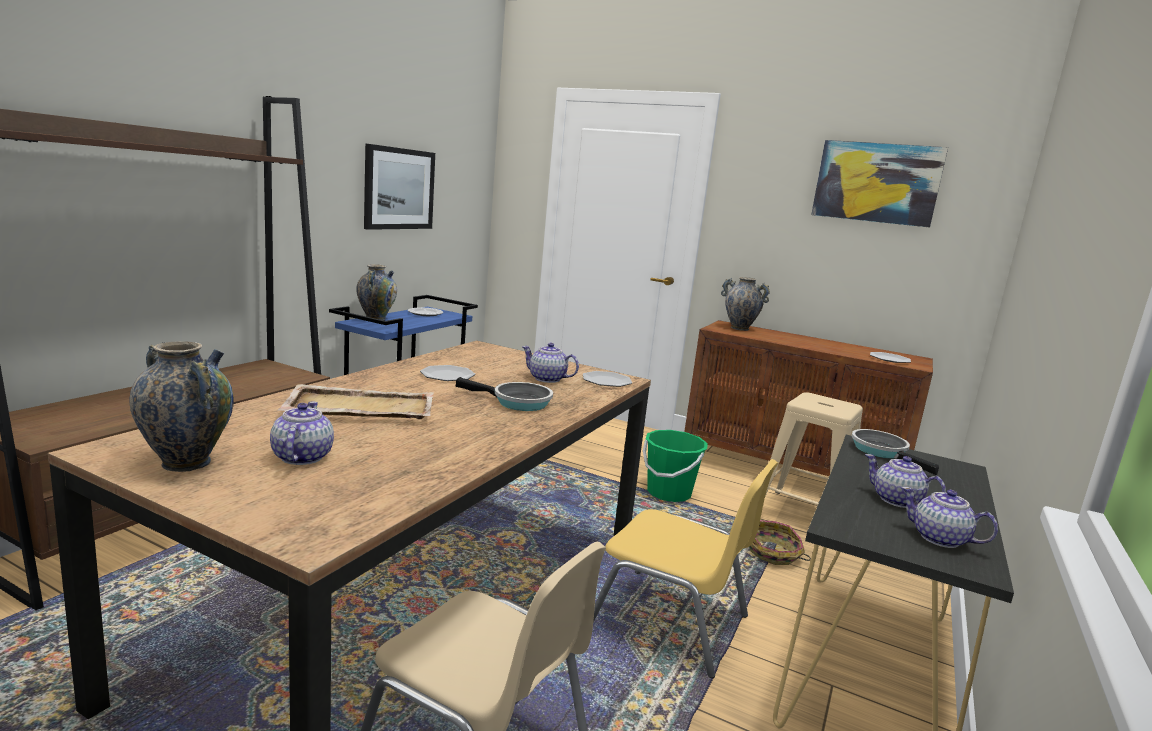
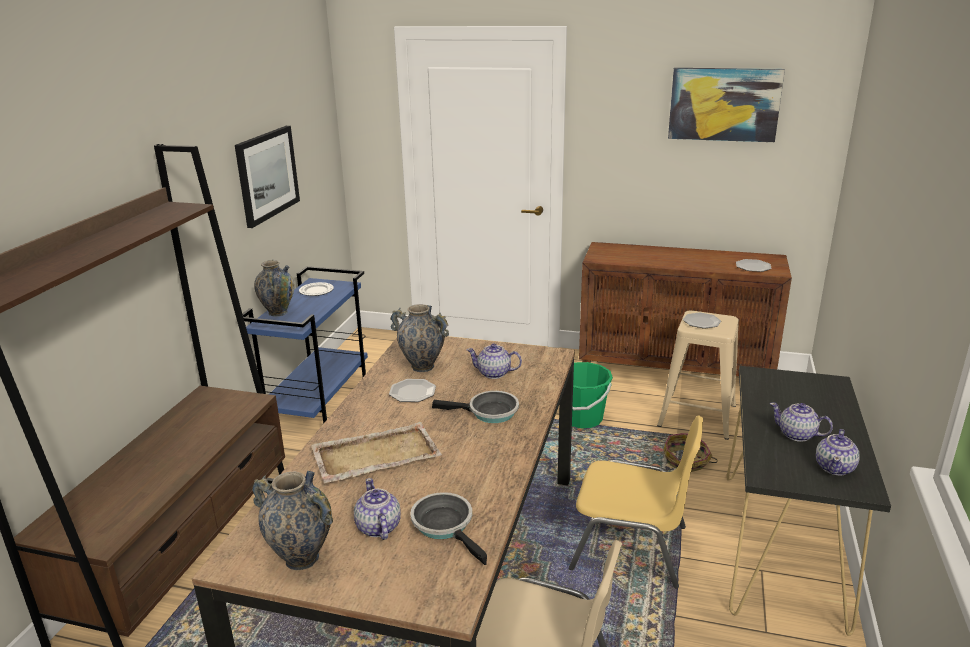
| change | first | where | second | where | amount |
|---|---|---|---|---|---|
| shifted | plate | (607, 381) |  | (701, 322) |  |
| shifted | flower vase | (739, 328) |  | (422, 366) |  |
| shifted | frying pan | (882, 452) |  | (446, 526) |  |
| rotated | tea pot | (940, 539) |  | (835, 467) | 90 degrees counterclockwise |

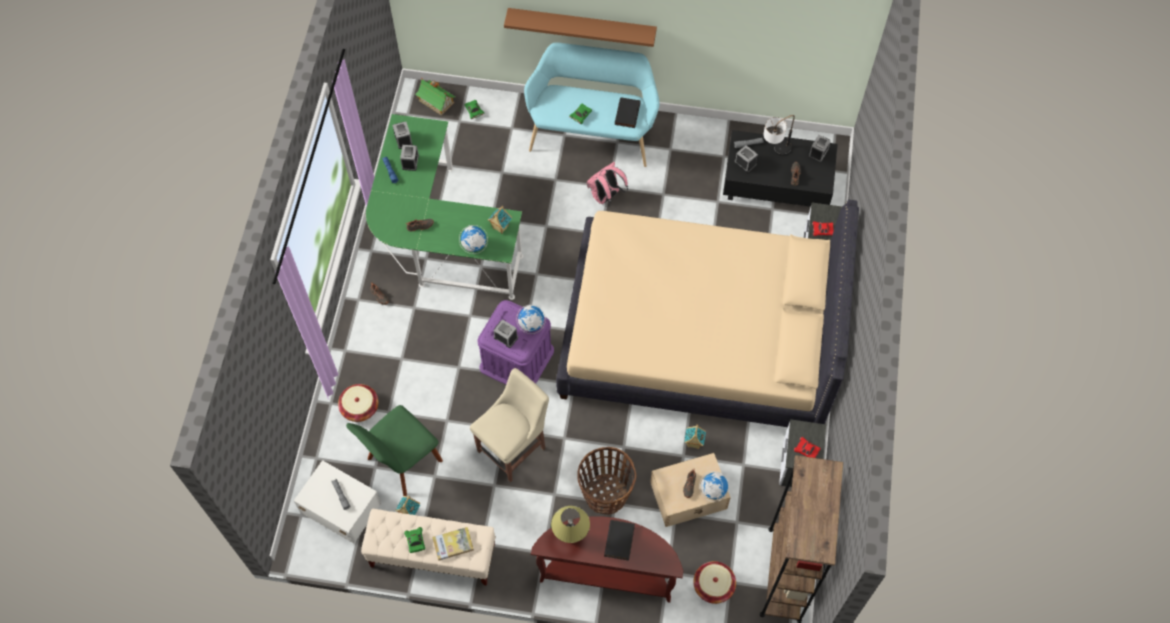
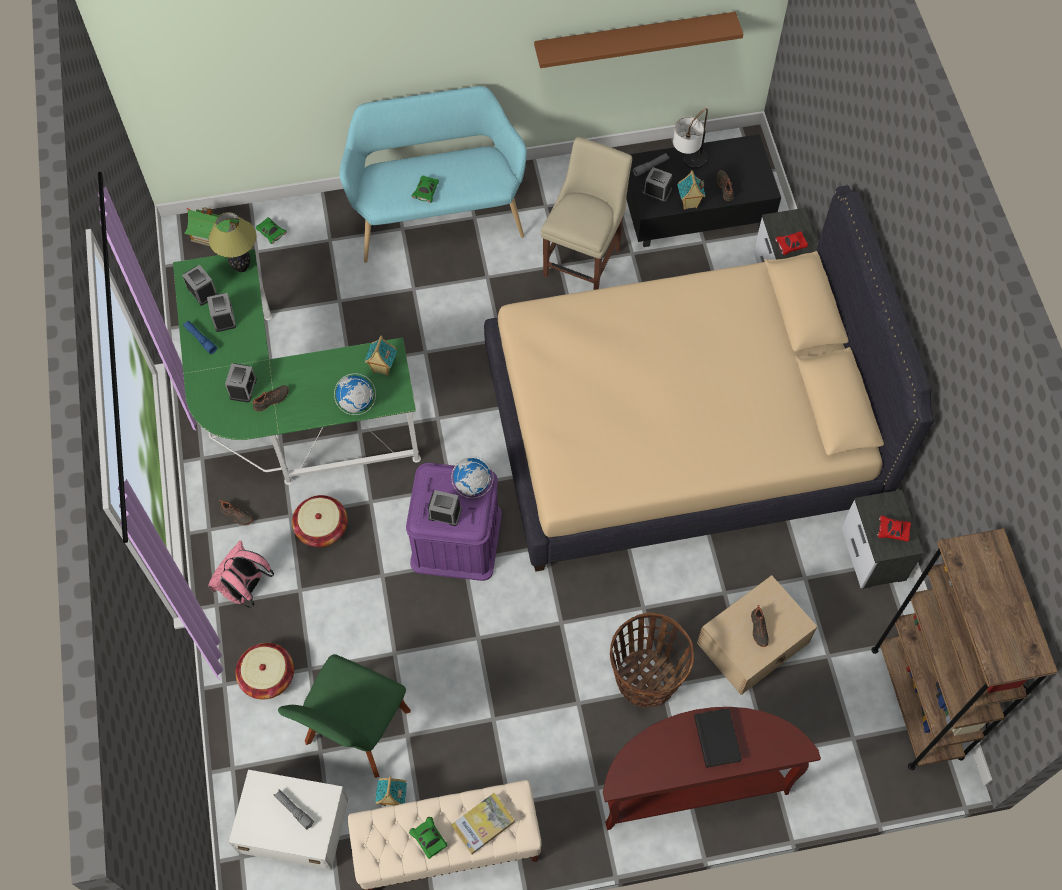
| change | first | where | second | where | amount |
|---|---|---|---|---|---|
| gone | black-coloured volume | (626, 113) |  |  |  |
| gone | globe | (712, 490) |  |  |  |
| shifted | beige-coloured plain chair | (514, 447) |  | (584, 259) |  |
| shifted | brownish shelf | (582, 25) |  | (634, 38) |  |
| shifted | lamp for a table | (571, 537) |  | (241, 267) |  |
| shifted | pinkish backpack | (606, 196) |  | (246, 589) |  |
| shifted | miniature house | (693, 443) |  | (689, 203) |  |
| shifted | basket | (713, 586) |  | (322, 528) |  |
| shifted | alarm clock | (818, 153) |  | (243, 388) |  |

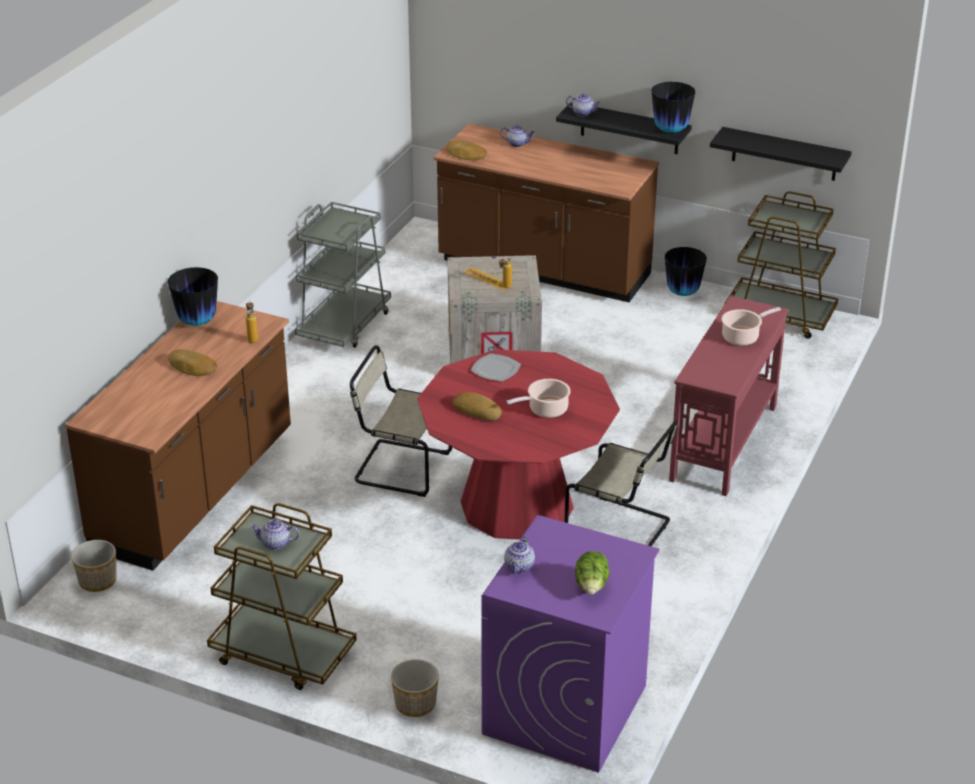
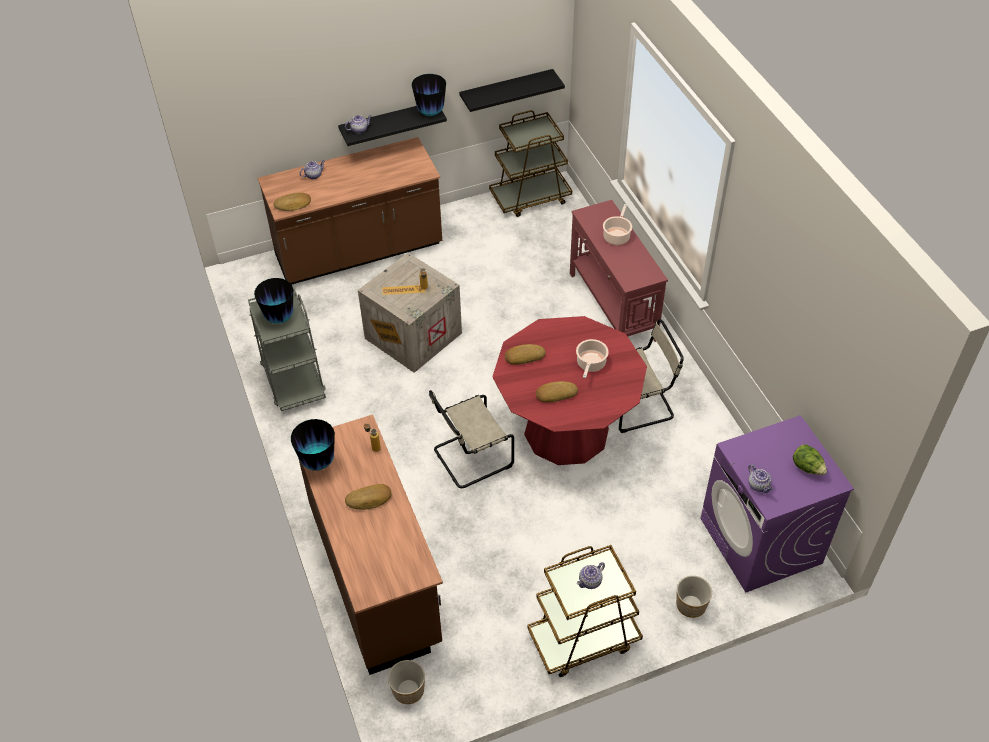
| change | first | where | second | where | amount |
|---|---|---|---|---|---|
| shifted | flower vase | (683, 293) |  | (279, 318) |  |
| swapped | plate | (495, 369) | baked bread | (524, 356) |  |

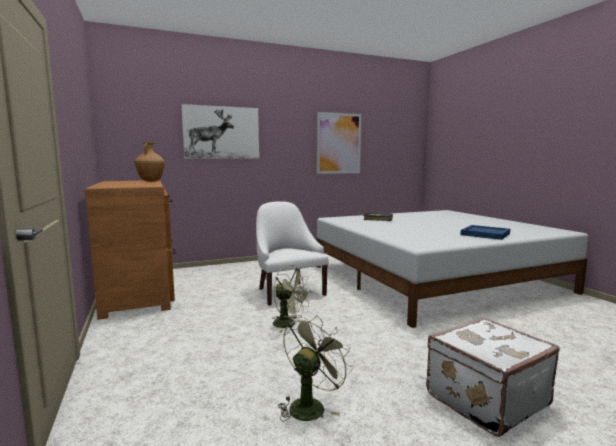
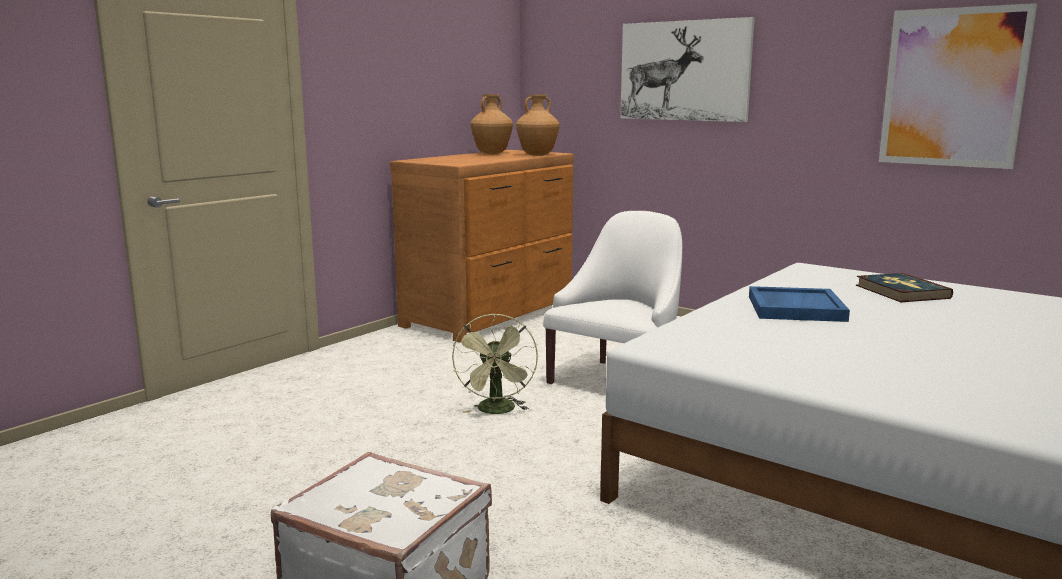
| change | first | where | second | where | amount |
|---|---|---|---|---|---|
| gone | green fan | (310, 405) |  |  |  |
| new |  |  | brownish flower vase | (492, 153) |  |
| shifted | bluish tray | (484, 234) |  | (794, 308) |  |

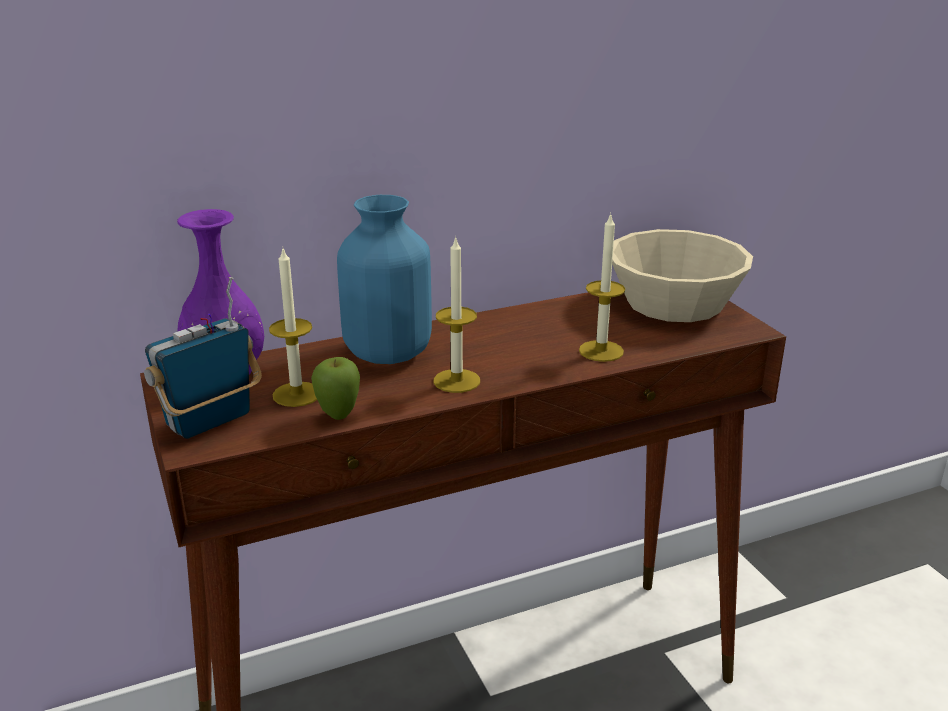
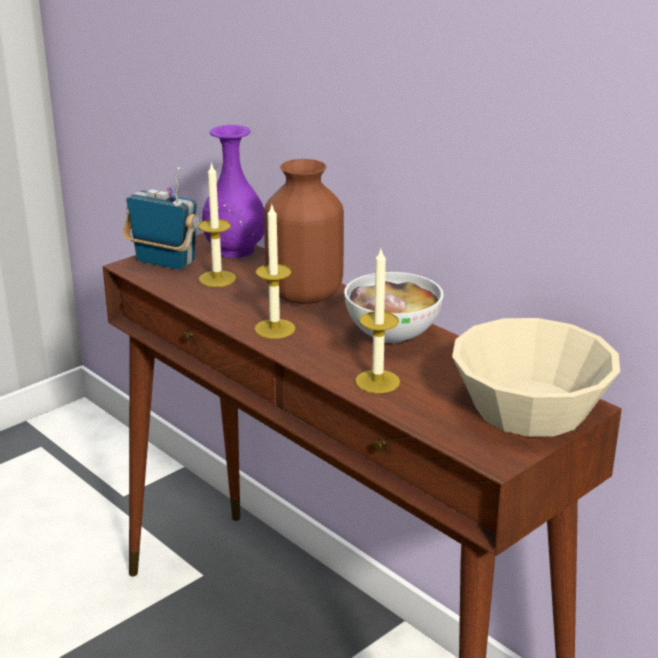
| change | first | where | second | where | amount |
|---|---|---|---|---|---|
| gone | whole apple | (338, 416) |  |  |  |
| new |  |  | deep dish | (392, 335) |  |
| repainted | bluish flower vase | (389, 353) | brownish flower vase | (304, 295) |  |

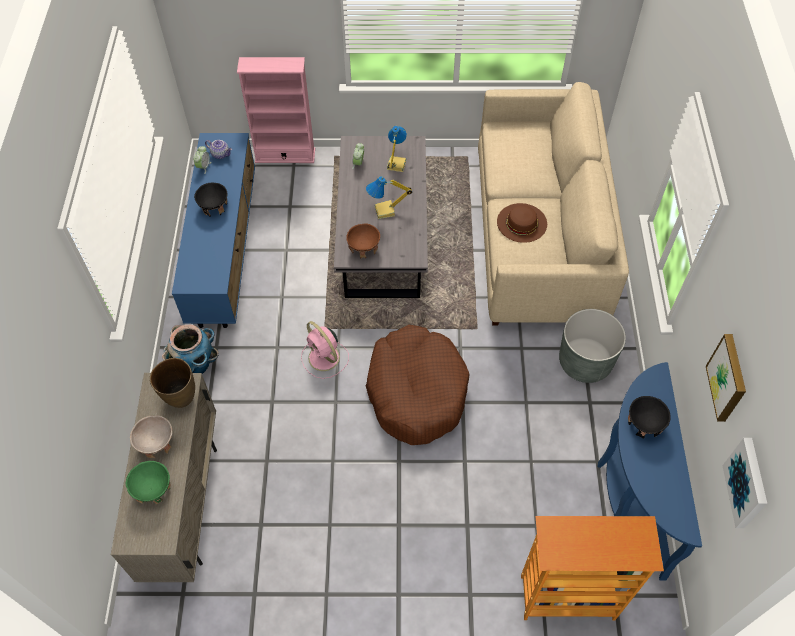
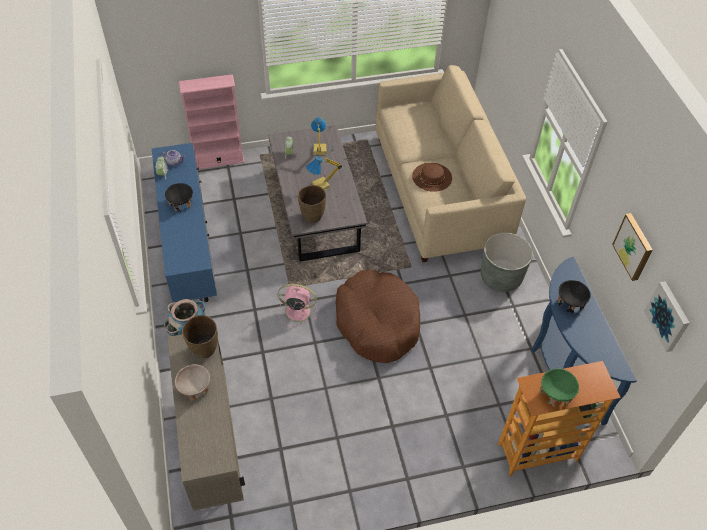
| change | first | where | second | where | amount |
|---|---|---|---|---|---|
| shifted | green deep dish | (153, 490) |  | (555, 394) |  |
| swapped | brownish deep dish | (364, 248) | brownish flower vase | (312, 216) |  |
| rotated | pinkish fan | (325, 358) |  | (296, 311) | 150 degrees clockwise |

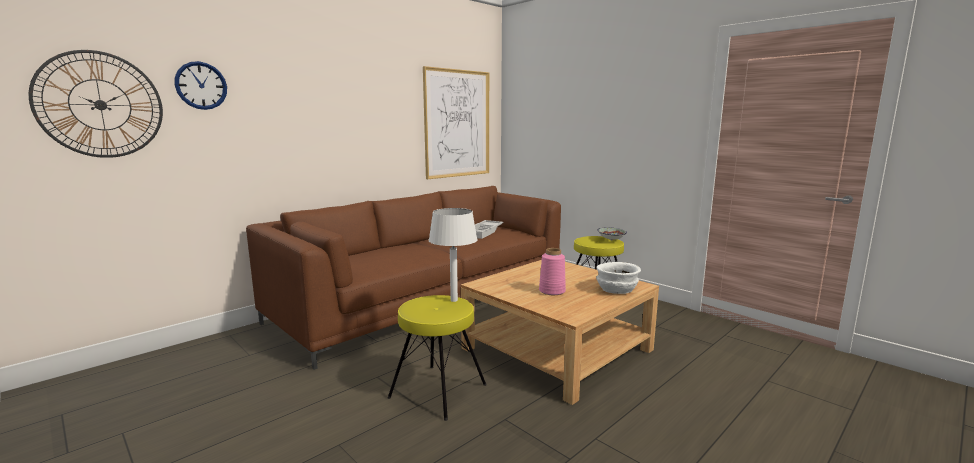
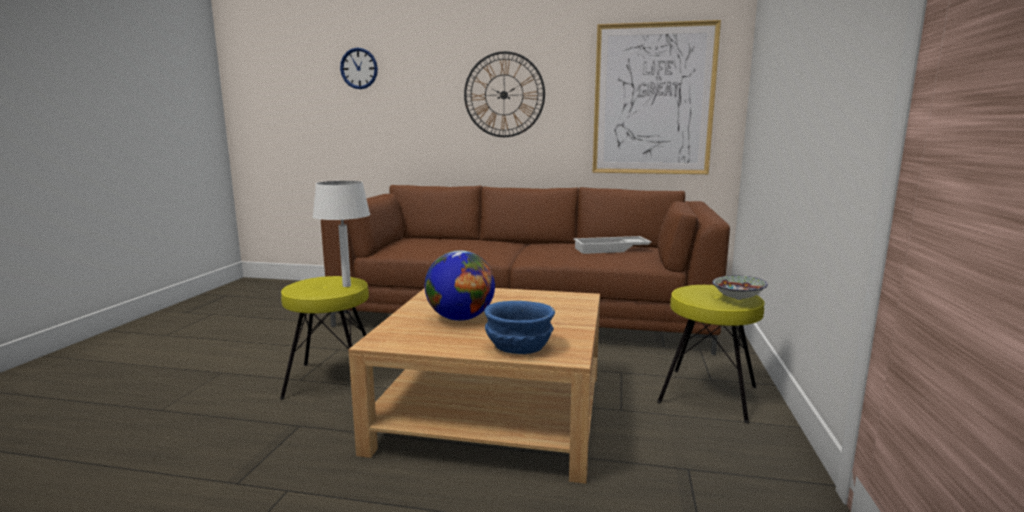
| change | first | where | second | where | amount |
|---|---|---|---|---|---|
| shifted | wall clock | (100, 105) |  | (504, 95) |  |
| swapped | pinkish flower vase | (552, 291) | globe | (460, 318) |  |
| repainted | white deep dish | (616, 290) | bluish deep dish | (518, 346) |  |

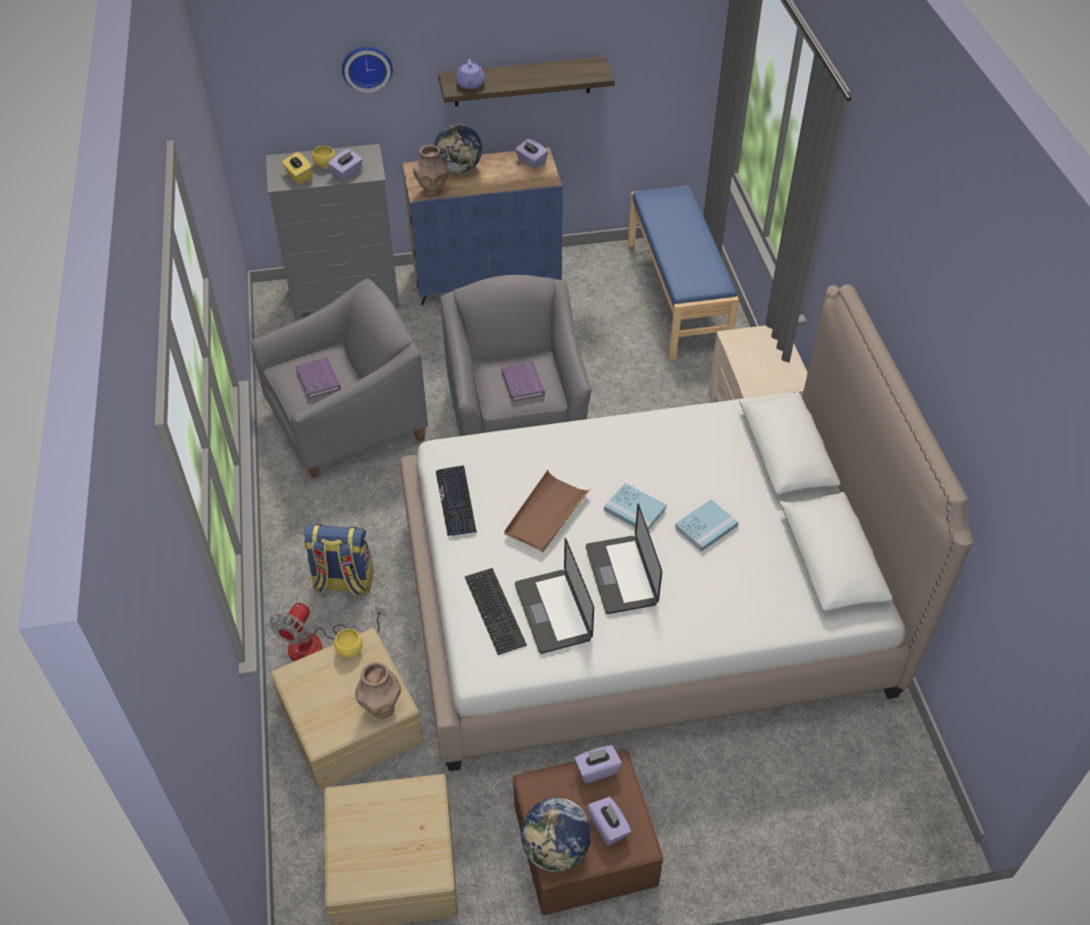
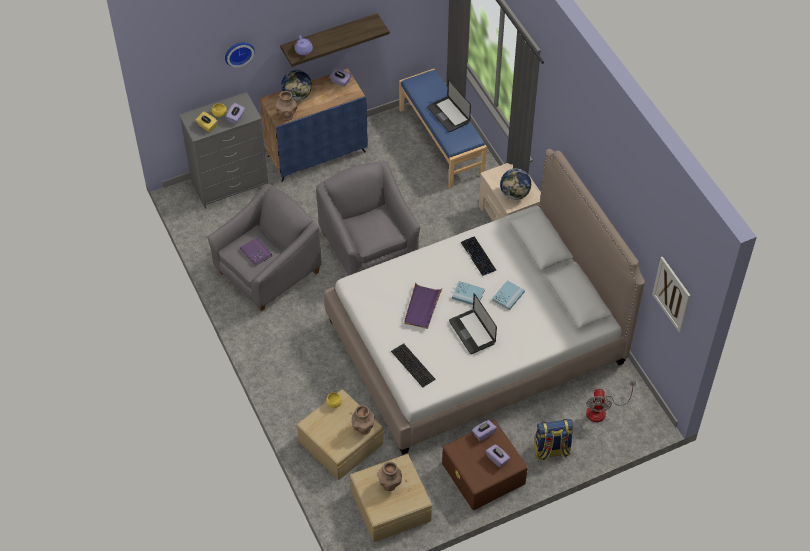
| change | first | where | second | where | amount |
|---|---|---|---|---|---|
| gone | purple-coloured volume | (522, 383) |  |  |  |
| new |  |  | brownish flower vase | (389, 485) |  |
| new |  |  | picture | (671, 294) |  |
| shifted | fan | (318, 645) |  | (602, 410) |  |
| shifted | backpack | (343, 582) |  | (551, 450) |  |
| shifted | keyboard | (456, 501) |  | (478, 256) |  |
| shifted | laptop | (553, 612) |  | (448, 115) |  |
| shifted | globe | (556, 849) |  | (515, 194) |  |
| repainted | brownish tray | (546, 514) | purple-coloured tray | (422, 307) |  |

